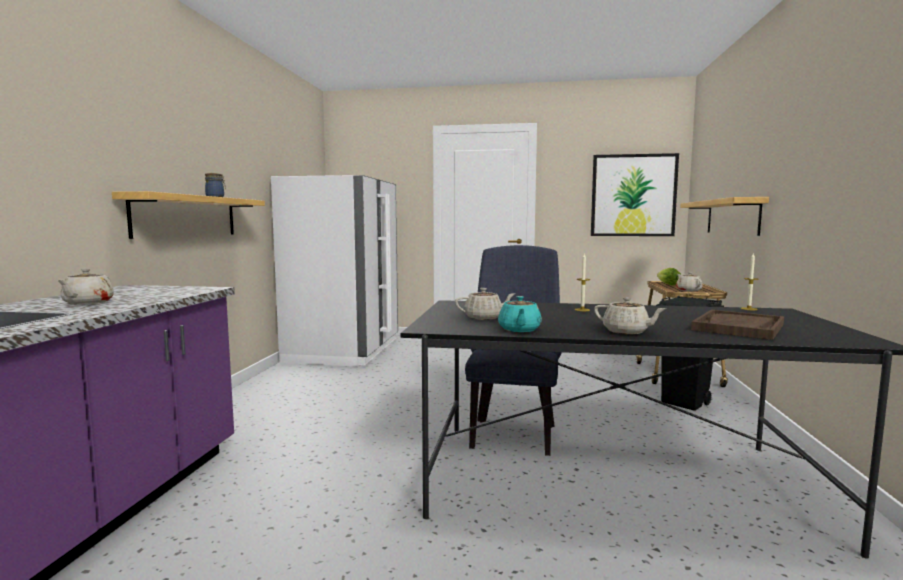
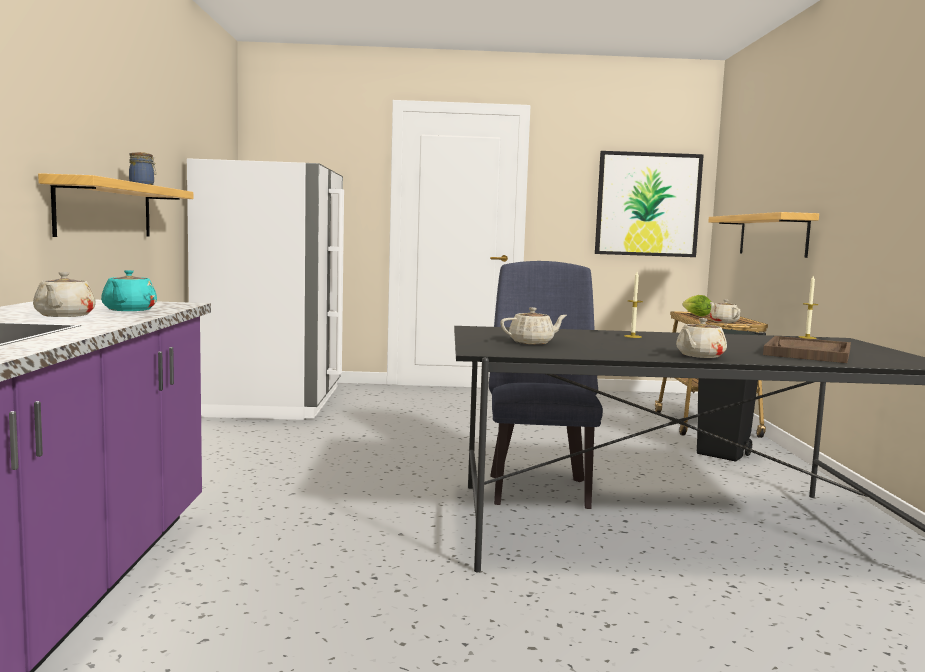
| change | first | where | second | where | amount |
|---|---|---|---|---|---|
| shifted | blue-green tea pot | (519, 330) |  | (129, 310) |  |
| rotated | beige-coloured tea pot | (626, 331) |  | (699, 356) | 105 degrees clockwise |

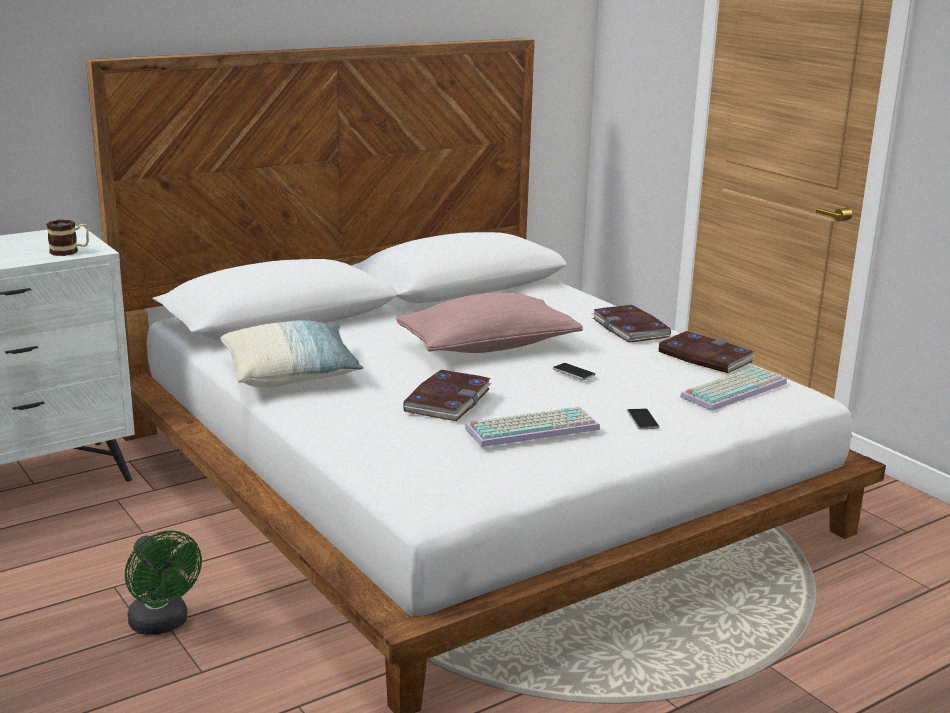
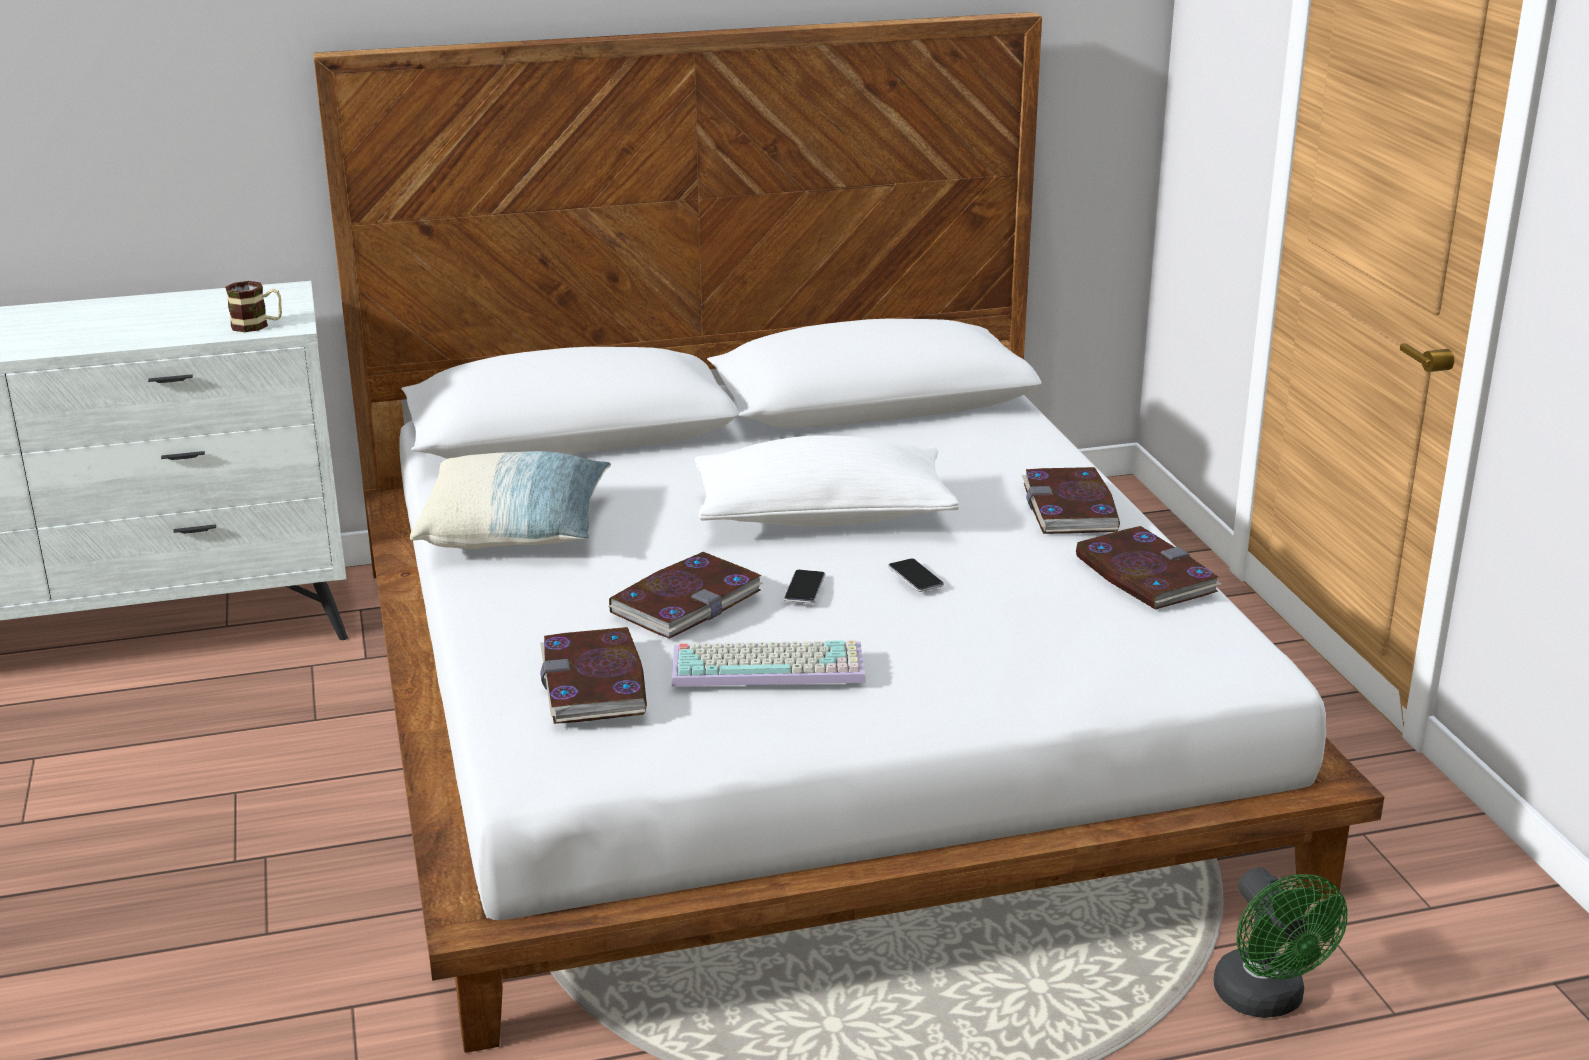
| change | first | where | second | where | amount |
|---|---|---|---|---|---|
| gone | keyboard | (733, 389) |  |  |  |
| new |  |  | volume | (594, 683) |  |
| shifted | green fan | (162, 624) |  | (1266, 1001) |  |
| shifted | phone | (642, 420) |  | (804, 588) |  |
| repainted | pinkish cushion | (488, 347) | white cushion | (823, 517) |  |

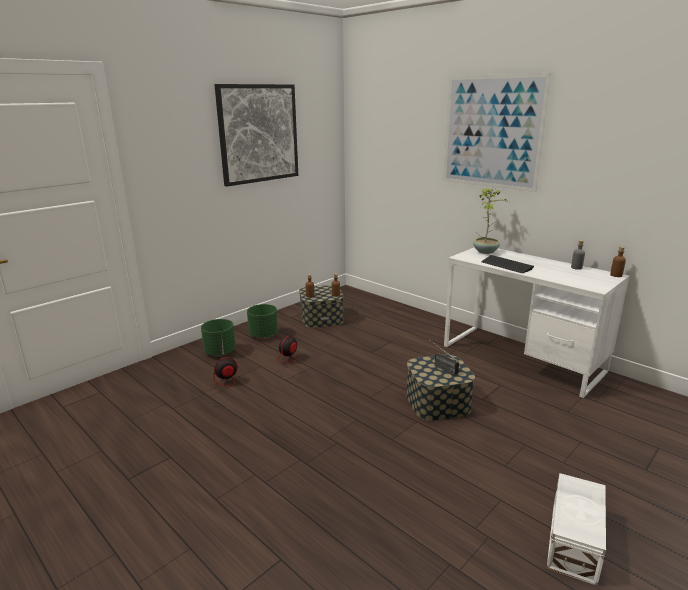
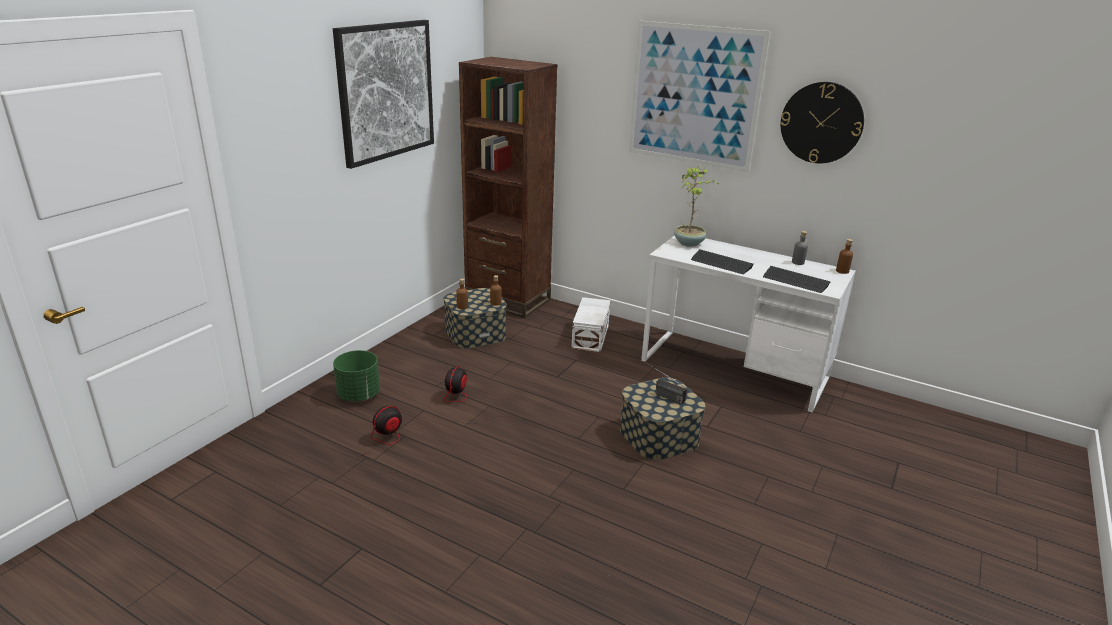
| change | first | where | second | where | amount |
|---|---|---|---|---|---|
| gone | green planter | (264, 335) |  |  |  |
| new |  |  | brownish bookcase | (507, 300) |  |
| new |  |  | keyboard | (795, 281) |  |
| new |  |  | wall clock | (821, 123) |  |
| shifted | white storage box | (575, 541) |  | (591, 336) |  |

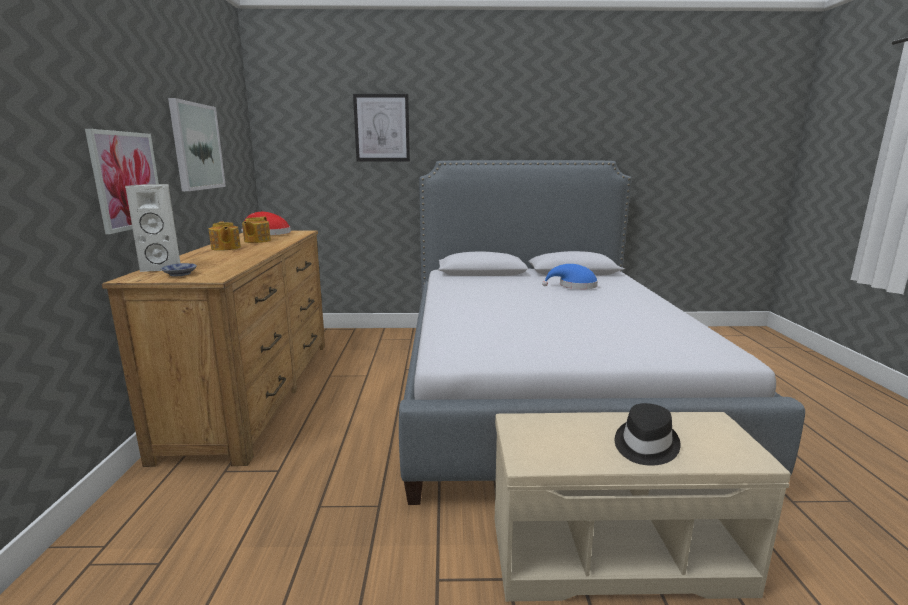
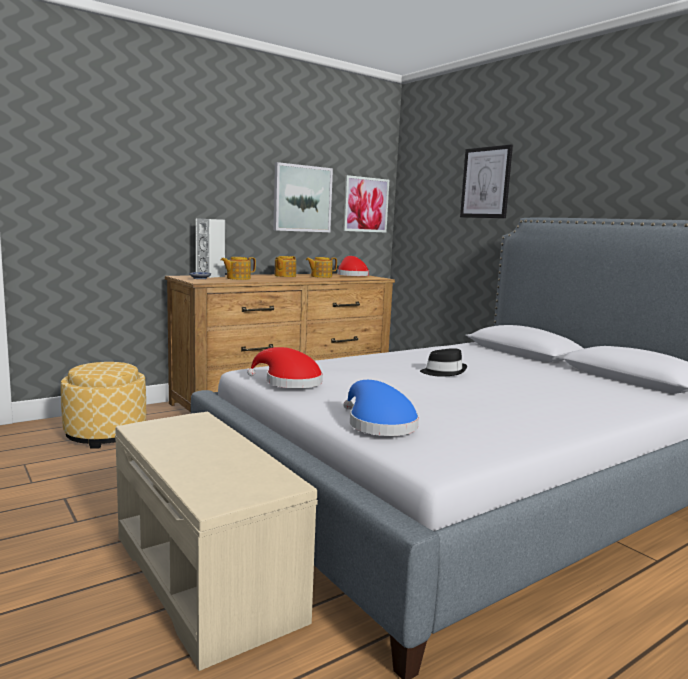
| change | first | where | second | where | amount |
|---|---|---|---|---|---|
| new |  |  | pouffe | (106, 434) |  |
| new |  |  | tea pot | (238, 278) |  |
| new |  |  | red wearable hat | (289, 382) |  |
| shifted | picture | (127, 180) |  | (365, 204) |  |
| shifted | bluish wearable hat | (574, 286) |  | (378, 424) |  |
| shifted | black-coloured wearable hat | (645, 445) |  | (443, 372) |  |

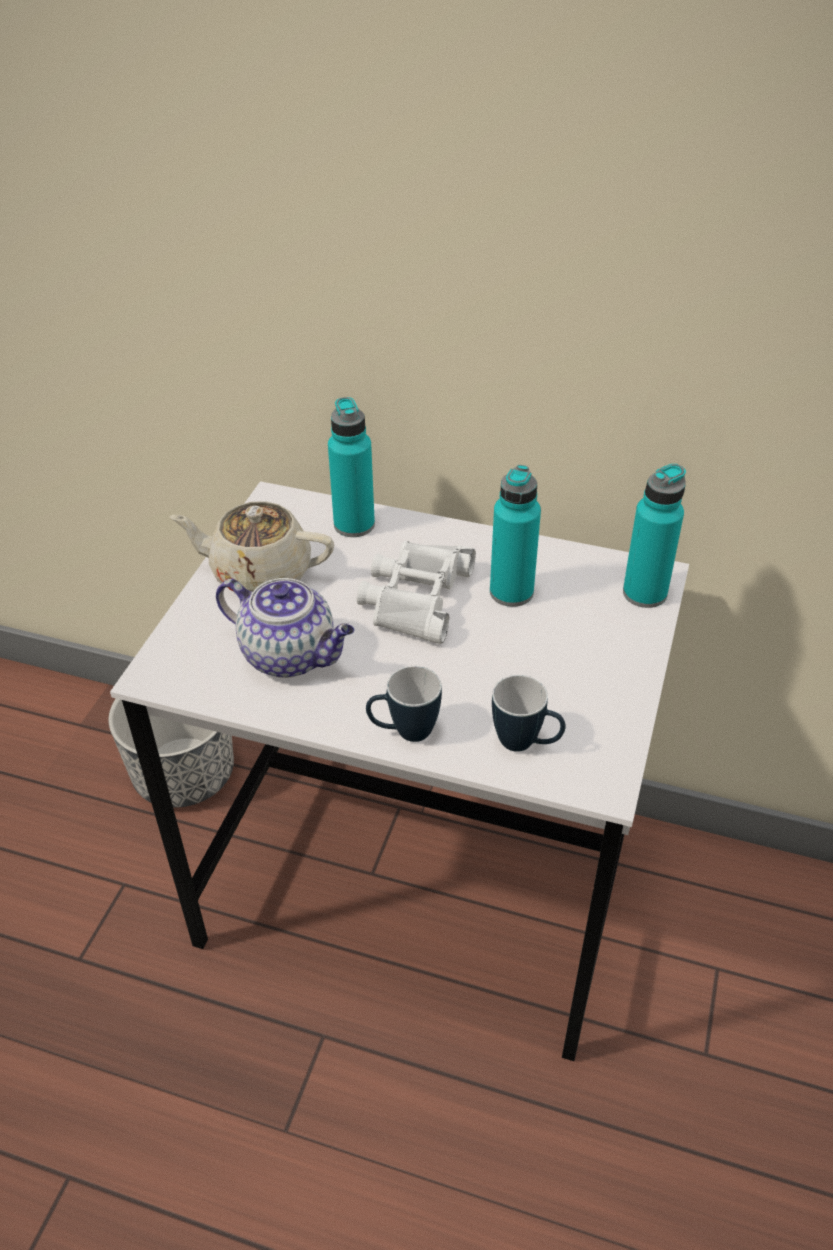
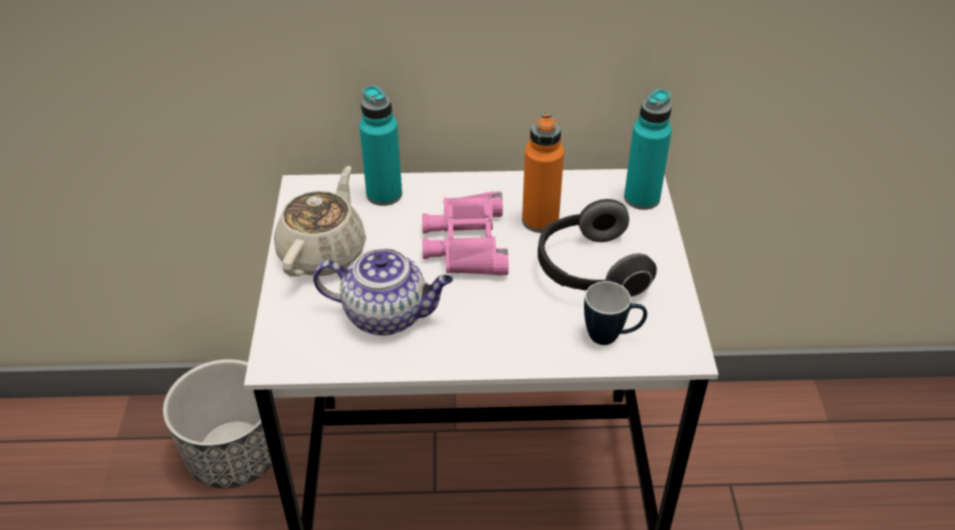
| change | first | where | second | where | amount |
|---|---|---|---|---|---|
| gone | tea mug | (404, 732) |  |  |  |
| new |  |  | headset | (589, 270) |  |
| repainted | white binoculars | (414, 597) | pinkish binoculars | (465, 243) |  |
| repainted | blue-green bottle | (511, 592) | orange bottle | (540, 221) |  |
| rotated | beige-coloured tea pot | (259, 572) |  | (324, 252) | 120 degrees clockwise |

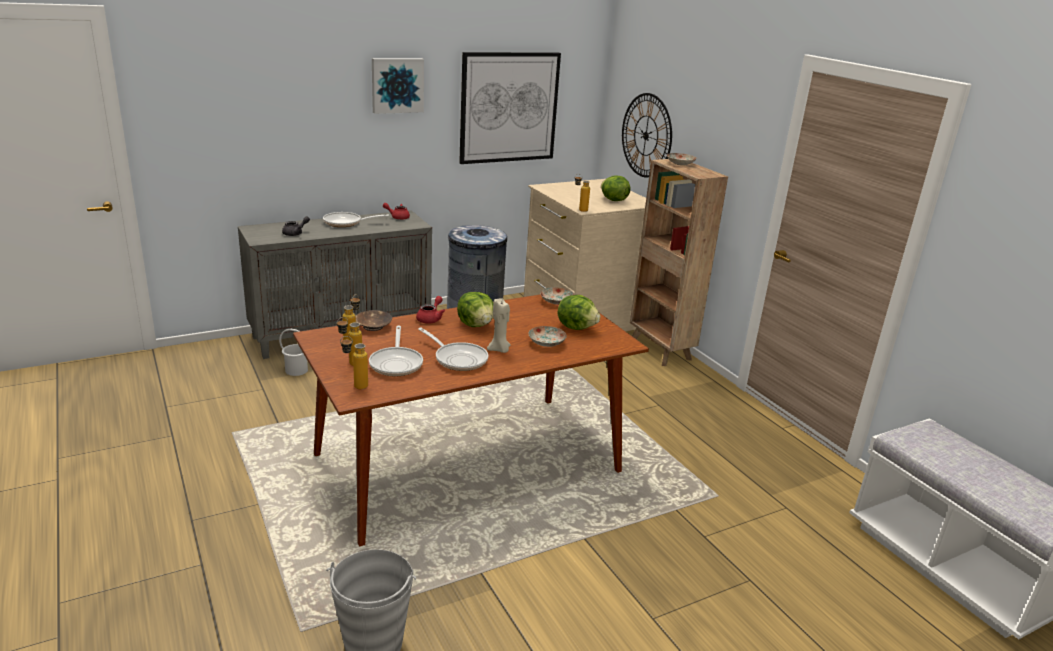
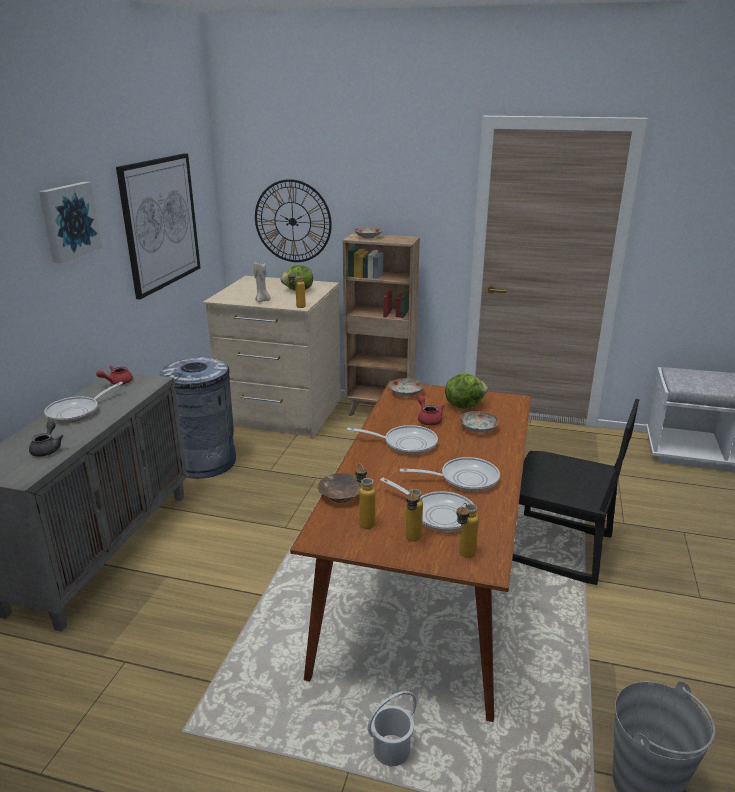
| change | first | where | second | where | amount |
|---|---|---|---|---|---|
| new |  |  | black-coloured plain chair | (557, 548) |  |
| shifted | white water bucket | (296, 370) |  | (391, 750) |  |
| shifted | red tea pot | (431, 318) |  | (428, 419) |  |
| shifted | beige-coloured wax light | (499, 350) |  | (262, 301) |  |
| swapped | lettuce | (476, 325) | frying pan | (405, 443) |  |

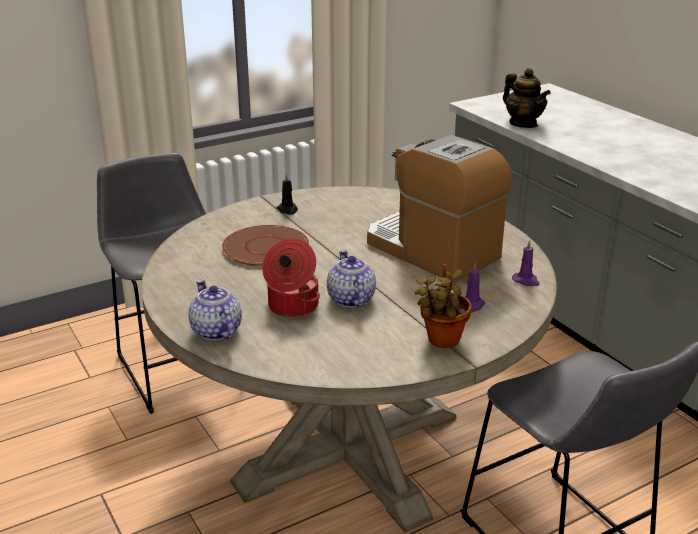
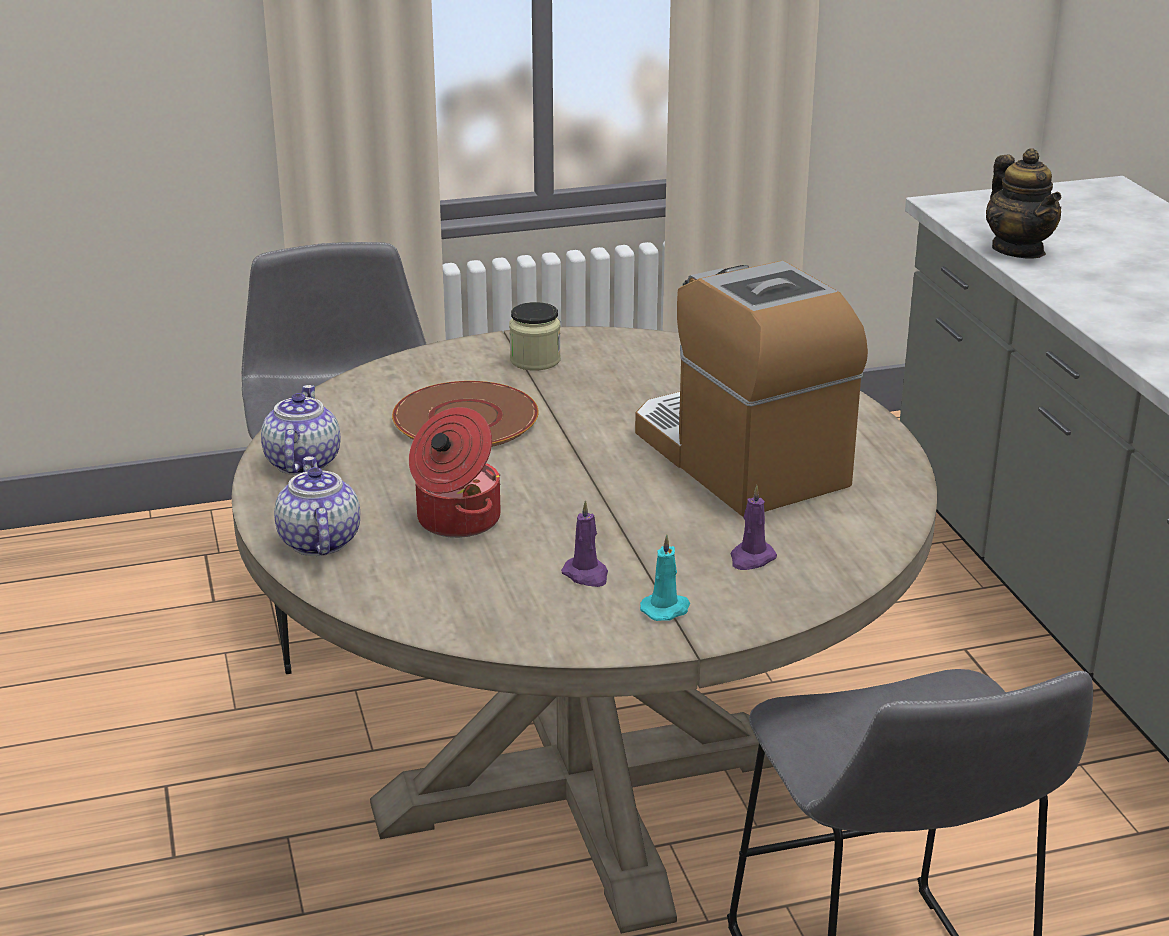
| change | first | where | second | where | amount |
|---|---|---|---|---|---|
| shifted | tea pot | (350, 299) |  | (301, 462) |  |
| shifted | purple-coloured wax light | (526, 281) |  | (586, 575) |  |
| swapped | black-coloured wax light | (288, 210) | preserve jar | (535, 360) |  |
| swapped | houseplant | (441, 341) | blue-green wax light | (666, 609) |  |

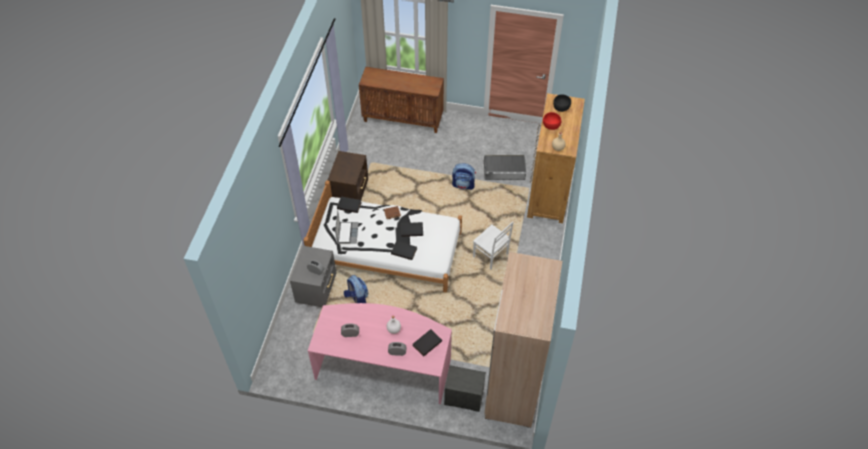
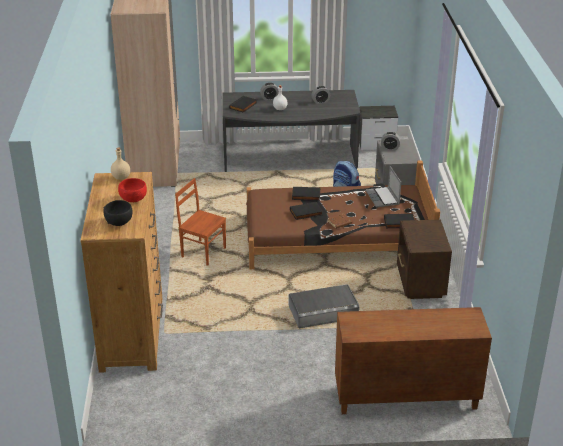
| change | first | where | second | where | amount |
|---|---|---|---|---|---|
| gone | backpack | (463, 185) |  |  |  |
| shifted | nightstand | (463, 396) |  | (377, 144) |  |
| shifted | grey storage box | (504, 170) |  | (323, 312) |  |
| repainted | white bed | (386, 249) | brownish bed | (337, 238) |  |
| repainted | pinkish desk unit | (384, 365) | grey desk unit | (290, 160) |  |
| repainted | white plain chair | (490, 256) | brownish plain chair | (203, 252) |  |

